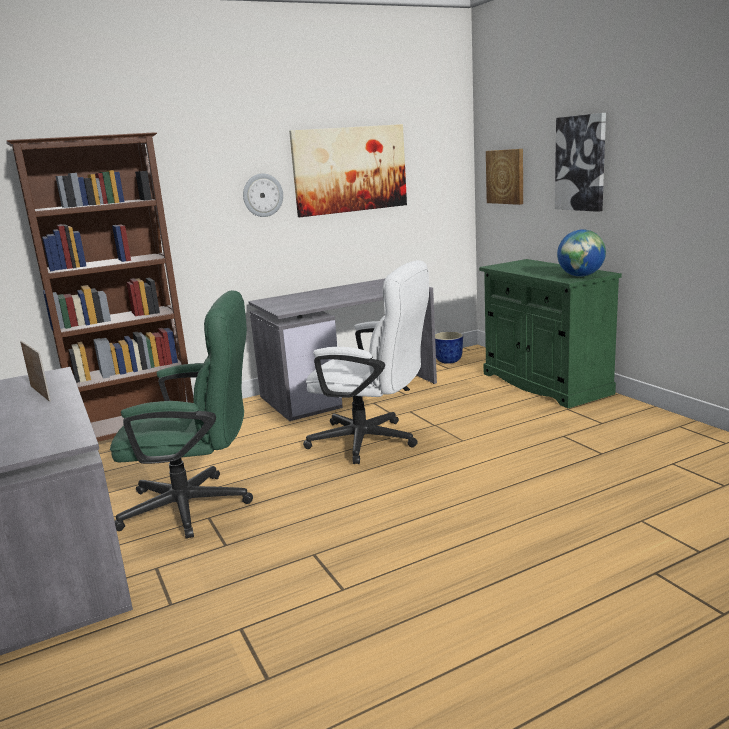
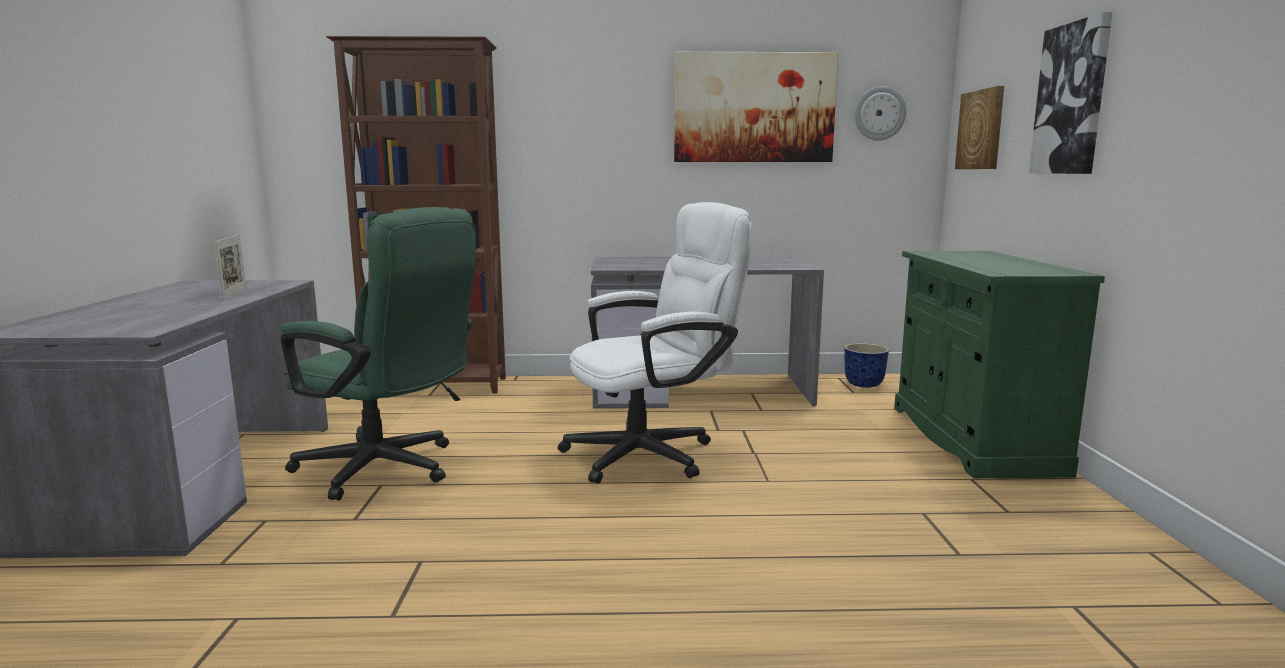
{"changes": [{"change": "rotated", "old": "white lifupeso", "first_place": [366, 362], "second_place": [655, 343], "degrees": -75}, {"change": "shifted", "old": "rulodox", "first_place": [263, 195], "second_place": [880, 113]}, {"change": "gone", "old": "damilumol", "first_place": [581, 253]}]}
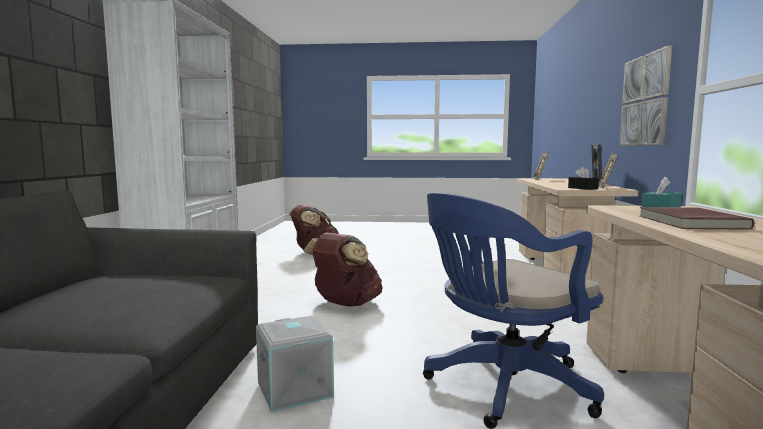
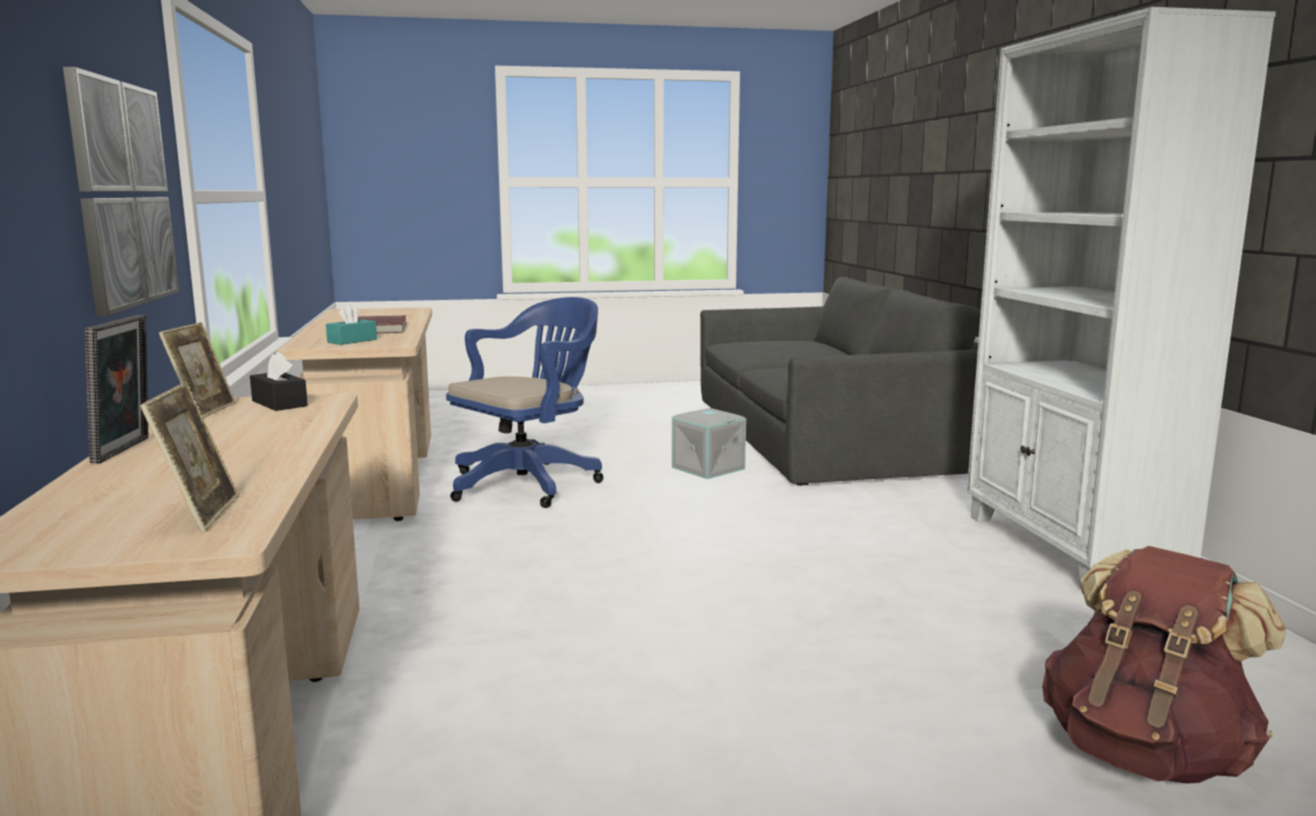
{"changes": [{"change": "gone", "old": "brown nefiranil", "first_place": [343, 269]}]}
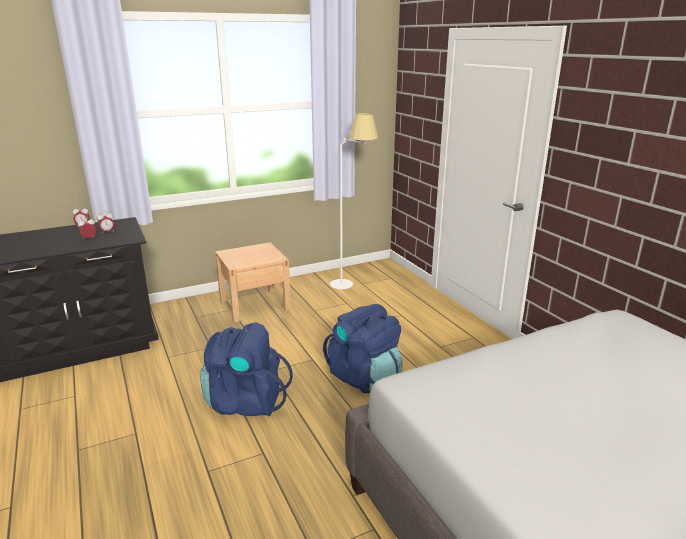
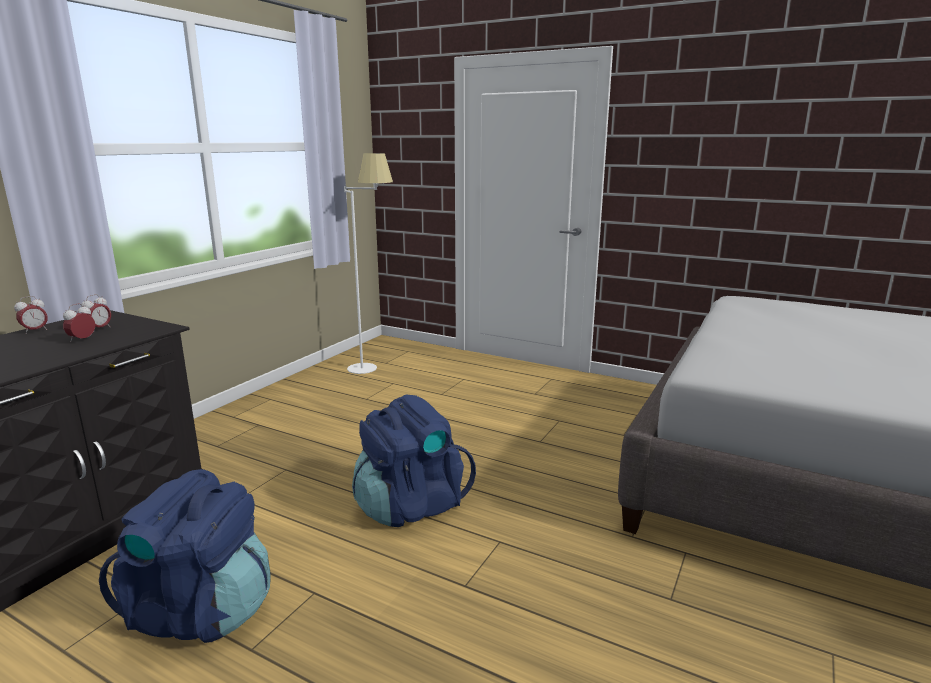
{"changes": [{"change": "shifted", "old": "blue nefiranil", "first_place": [362, 348], "second_place": [185, 556]}, {"change": "gone", "old": "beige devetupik", "first_place": [253, 282]}]}
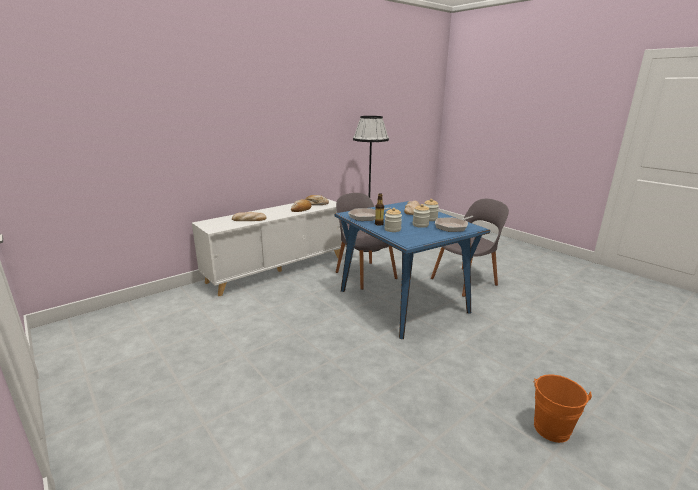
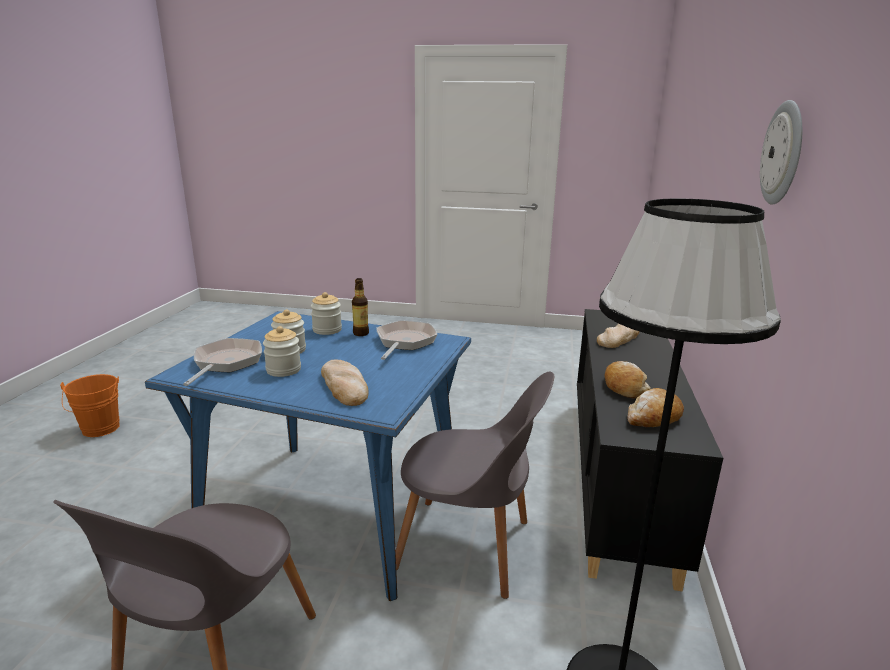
{"changes": [{"change": "repainted", "old": "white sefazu", "new": "black sefazu", "first_place": [268, 247], "second_place": [650, 450]}, {"change": "new", "new": "rulodox", "second_place": [781, 152]}]}
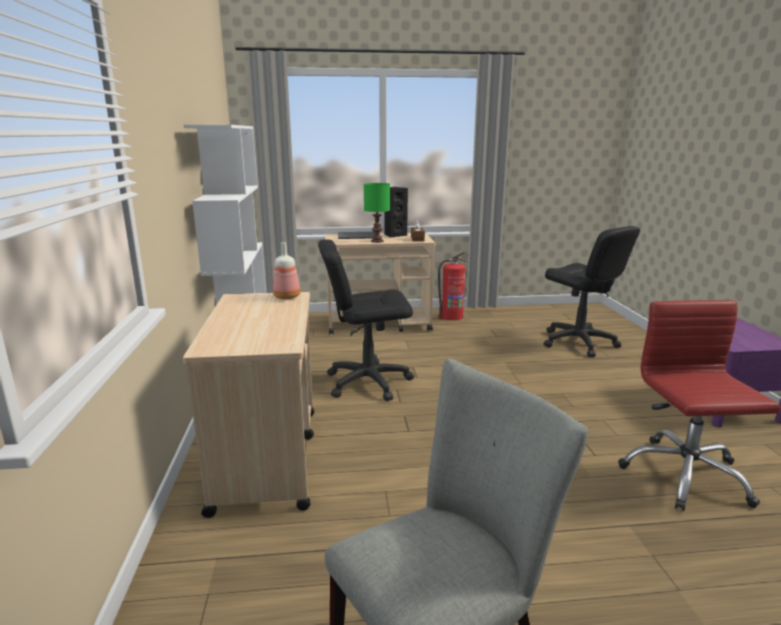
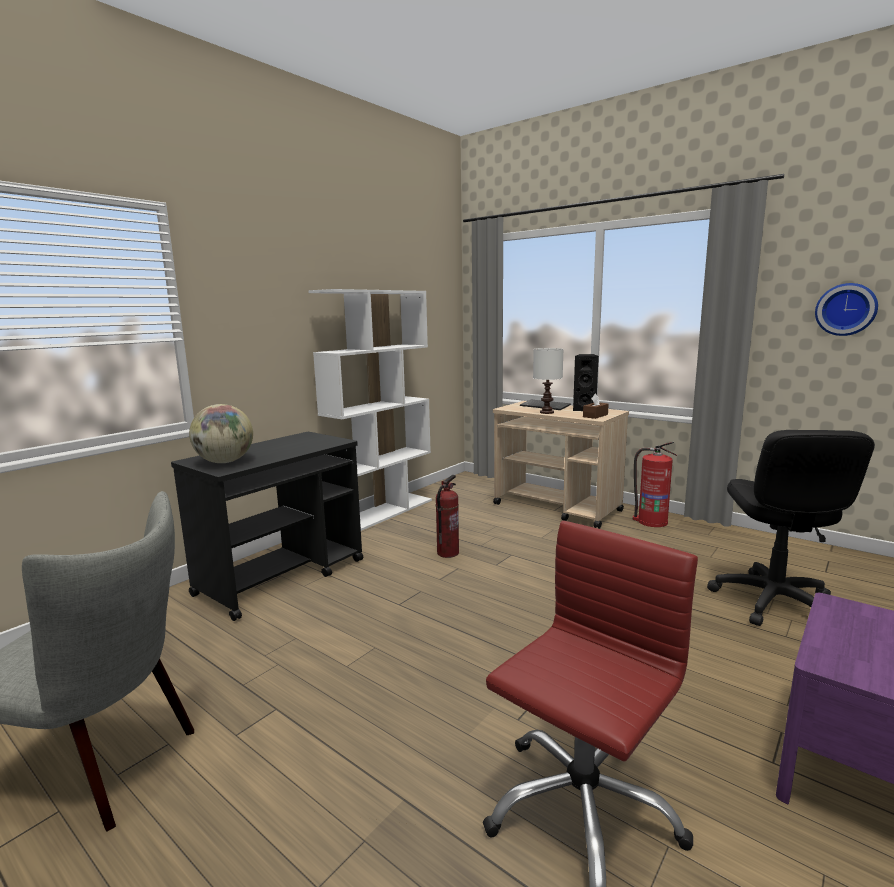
{"changes": [{"change": "repainted", "old": "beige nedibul", "new": "black nedibul", "first_place": [248, 405], "second_place": [267, 526]}, {"change": "new", "new": "damilumol", "second_place": [221, 433]}, {"change": "swapped", "old": "black lifupeso", "new": "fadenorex", "first_place": [366, 320], "second_place": [447, 516]}, {"change": "repainted", "old": "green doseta", "new": "white doseta", "first_place": [377, 213], "second_place": [548, 381]}, {"change": "new", "new": "rulodox", "second_place": [846, 309]}, {"change": "gone", "old": "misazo", "first_place": [286, 270]}]}
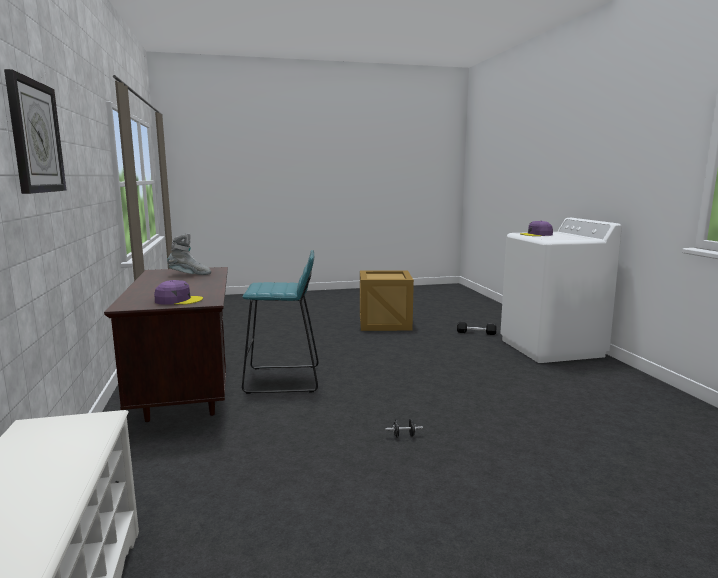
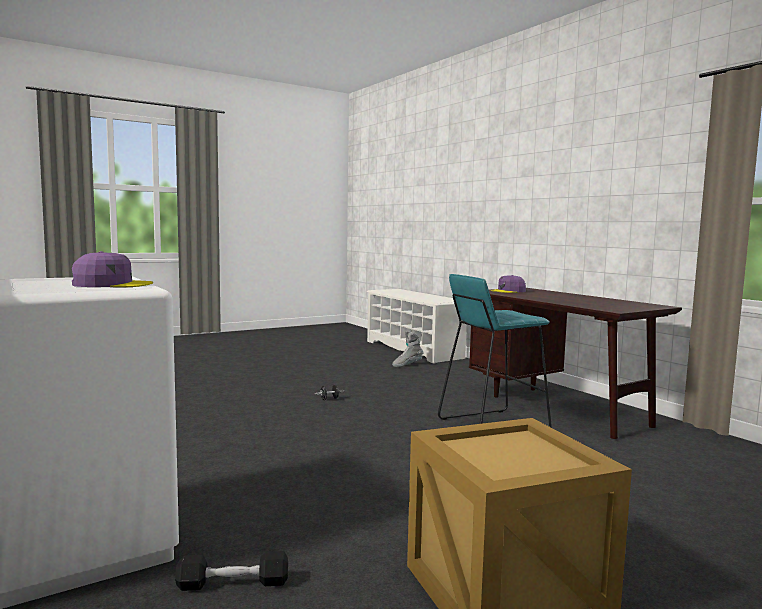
{"changes": [{"change": "shifted", "old": "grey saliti", "first_place": [189, 254], "second_place": [407, 349]}, {"change": "gone", "old": "rulodox", "first_place": [35, 131]}]}
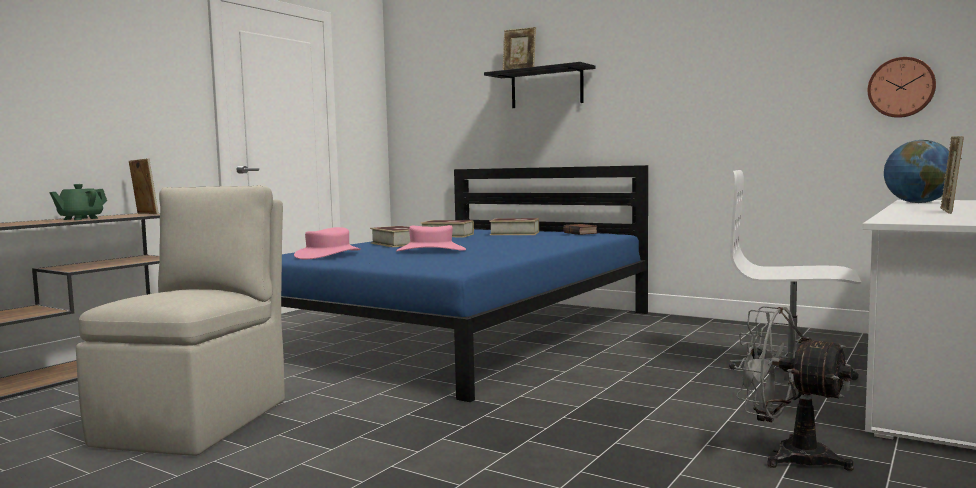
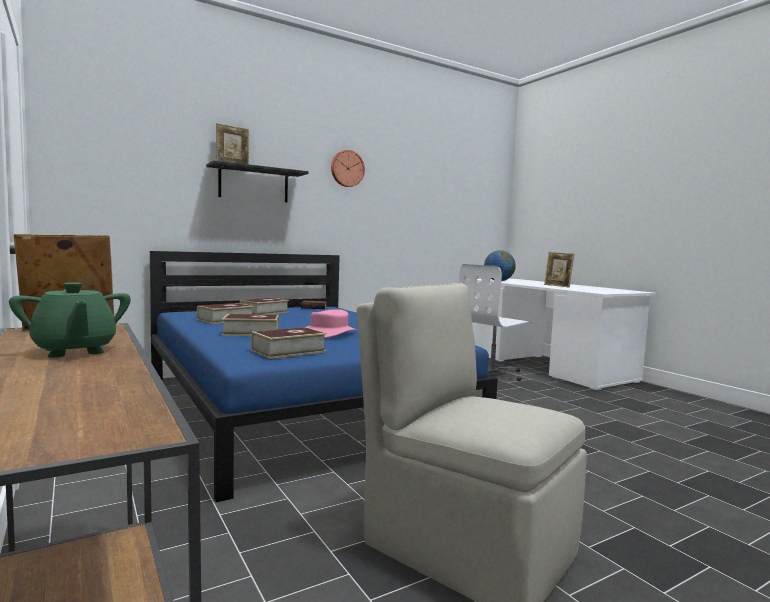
{"changes": [{"change": "swapped", "old": "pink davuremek", "new": "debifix", "first_place": [327, 243], "second_place": [289, 343]}, {"change": "shifted", "old": "rulodox", "first_place": [902, 87], "second_place": [348, 168]}, {"change": "gone", "old": "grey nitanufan", "first_place": [794, 388]}]}
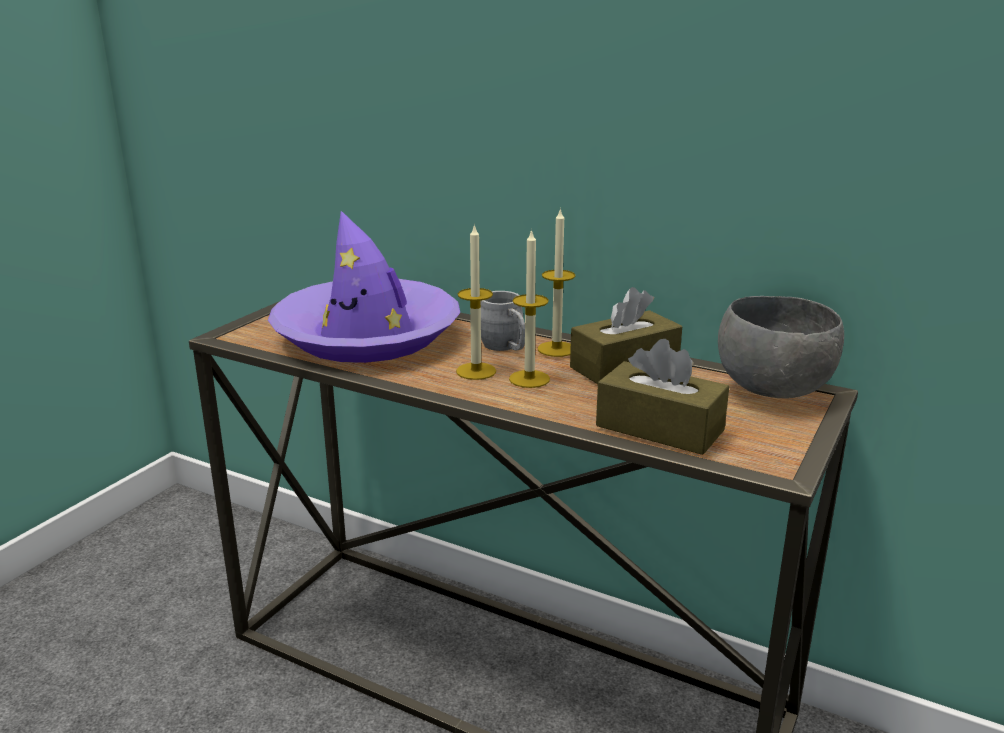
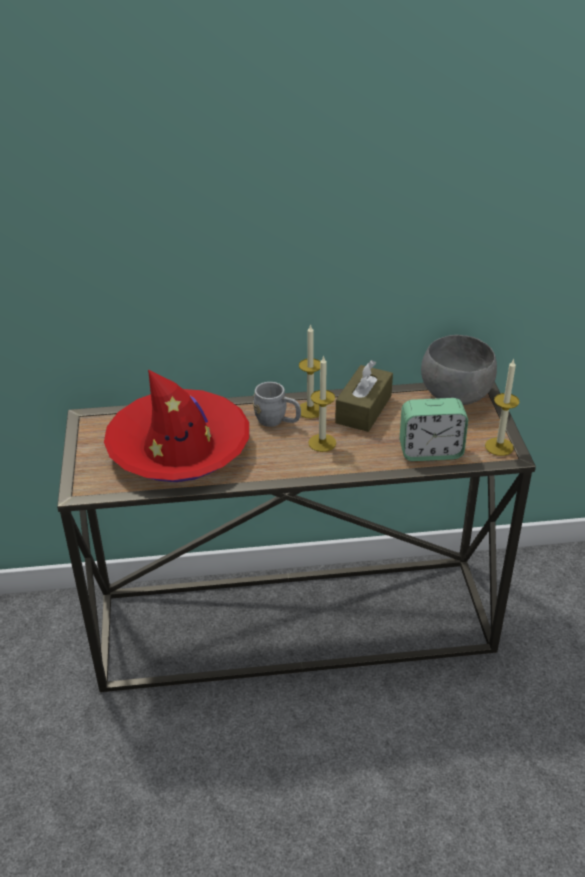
{"changes": [{"change": "repainted", "old": "purple davuremek", "new": "red davuremek", "first_place": [364, 287], "second_place": [176, 426]}, {"change": "swapped", "old": "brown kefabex", "new": "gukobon", "first_place": [662, 397], "second_place": [434, 429]}, {"change": "shifted", "old": "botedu", "first_place": [476, 301], "second_place": [502, 407]}]}
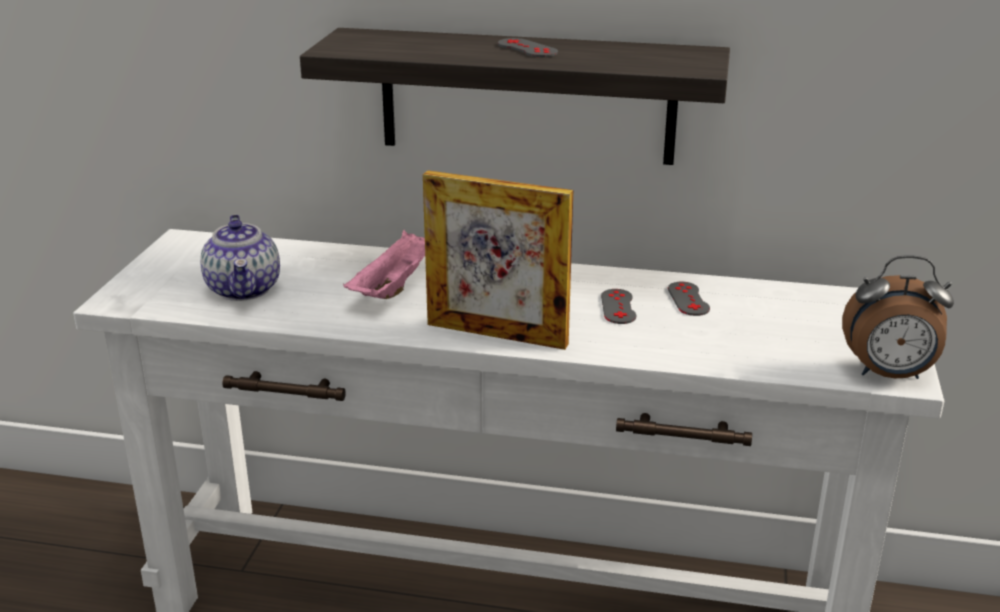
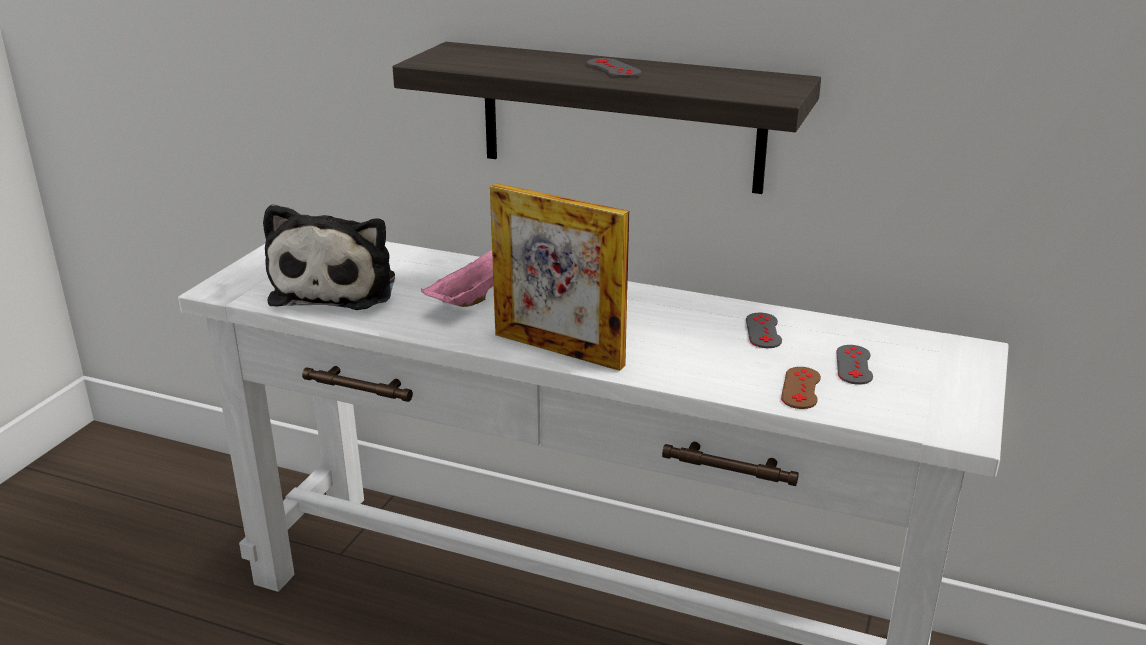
{"changes": [{"change": "swapped", "old": "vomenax", "new": "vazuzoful", "first_place": [240, 258], "second_place": [329, 257]}, {"change": "new", "new": "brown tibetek", "second_place": [801, 388]}, {"change": "shifted", "old": "grey tibetek", "first_place": [618, 306], "second_place": [854, 365]}, {"change": "gone", "old": "gukobon", "first_place": [898, 317]}]}
